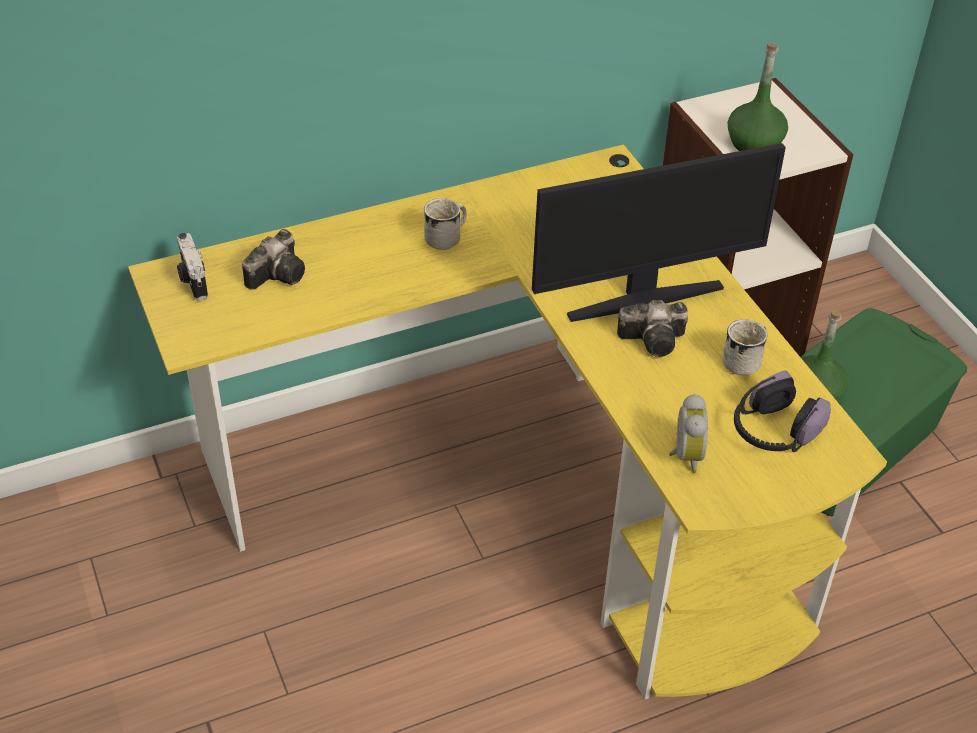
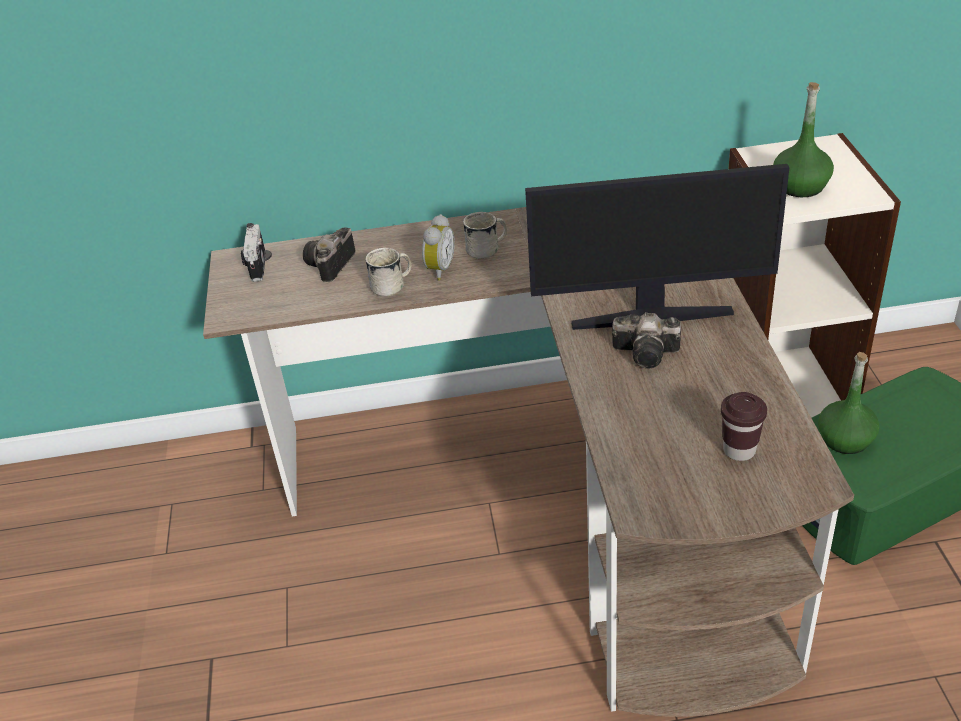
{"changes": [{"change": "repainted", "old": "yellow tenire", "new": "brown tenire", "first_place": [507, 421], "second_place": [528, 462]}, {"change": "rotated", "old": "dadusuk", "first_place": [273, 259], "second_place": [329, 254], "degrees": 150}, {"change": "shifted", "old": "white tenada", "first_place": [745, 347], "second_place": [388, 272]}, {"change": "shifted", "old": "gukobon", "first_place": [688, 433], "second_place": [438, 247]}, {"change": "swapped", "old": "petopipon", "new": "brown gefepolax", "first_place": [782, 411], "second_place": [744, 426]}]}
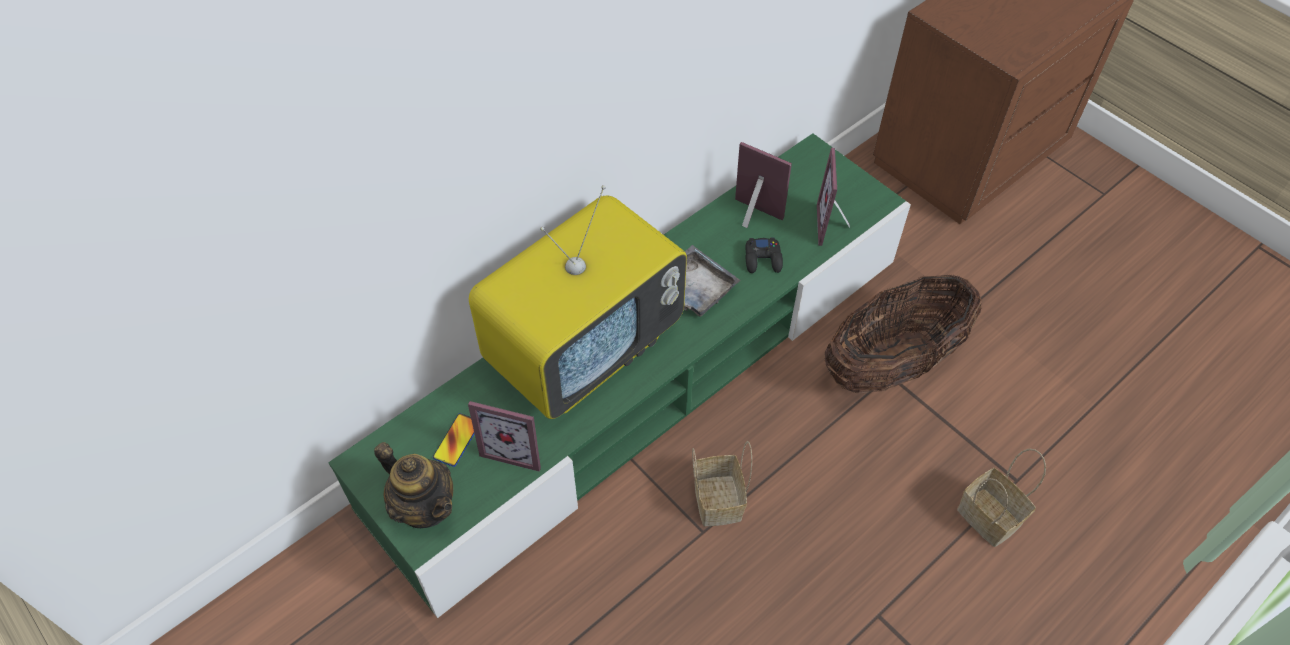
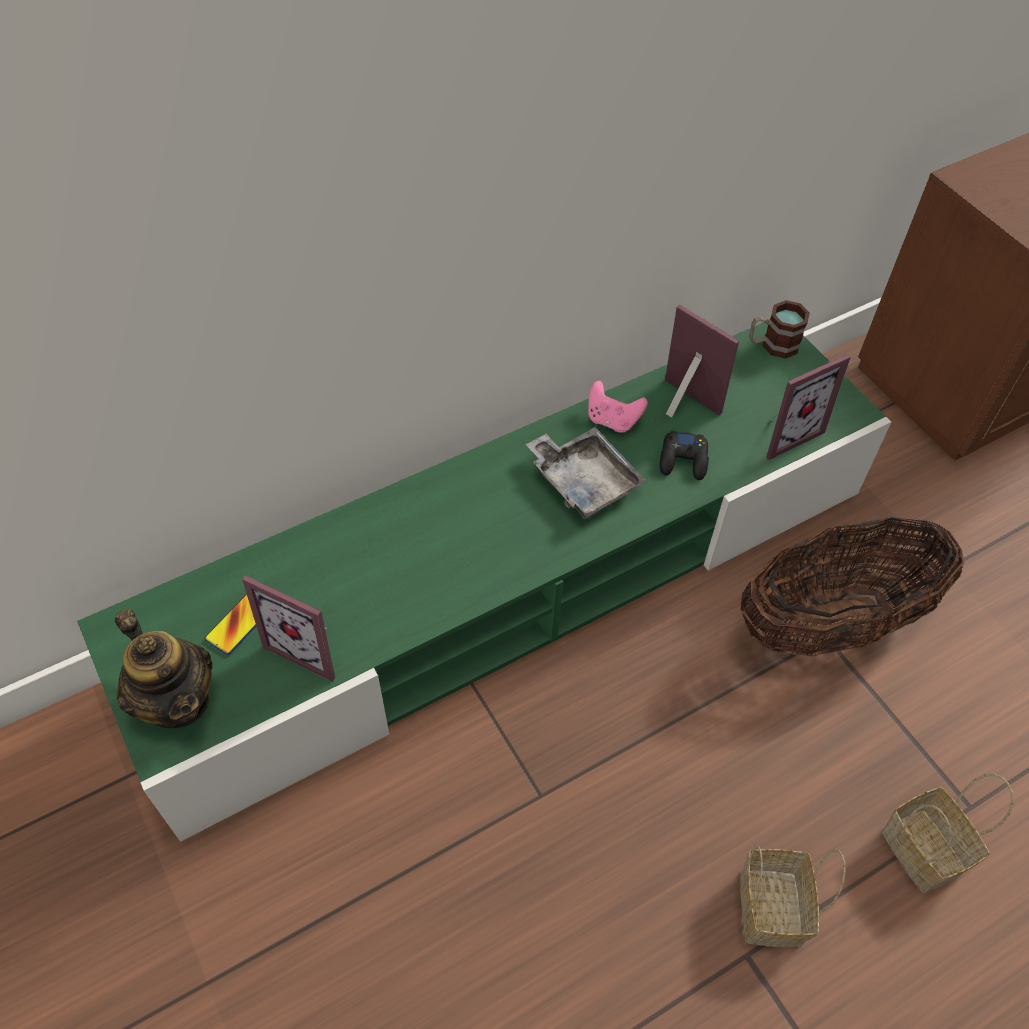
{"changes": [{"change": "new", "new": "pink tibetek", "second_place": [618, 406]}, {"change": "shifted", "old": "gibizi", "first_place": [722, 483], "second_place": [792, 896]}, {"change": "new", "new": "tenada", "second_place": [779, 329]}, {"change": "rotated", "old": "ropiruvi", "first_place": [833, 197], "second_place": [808, 407], "degrees": -135}, {"change": "gone", "old": "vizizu", "first_place": [578, 302]}]}
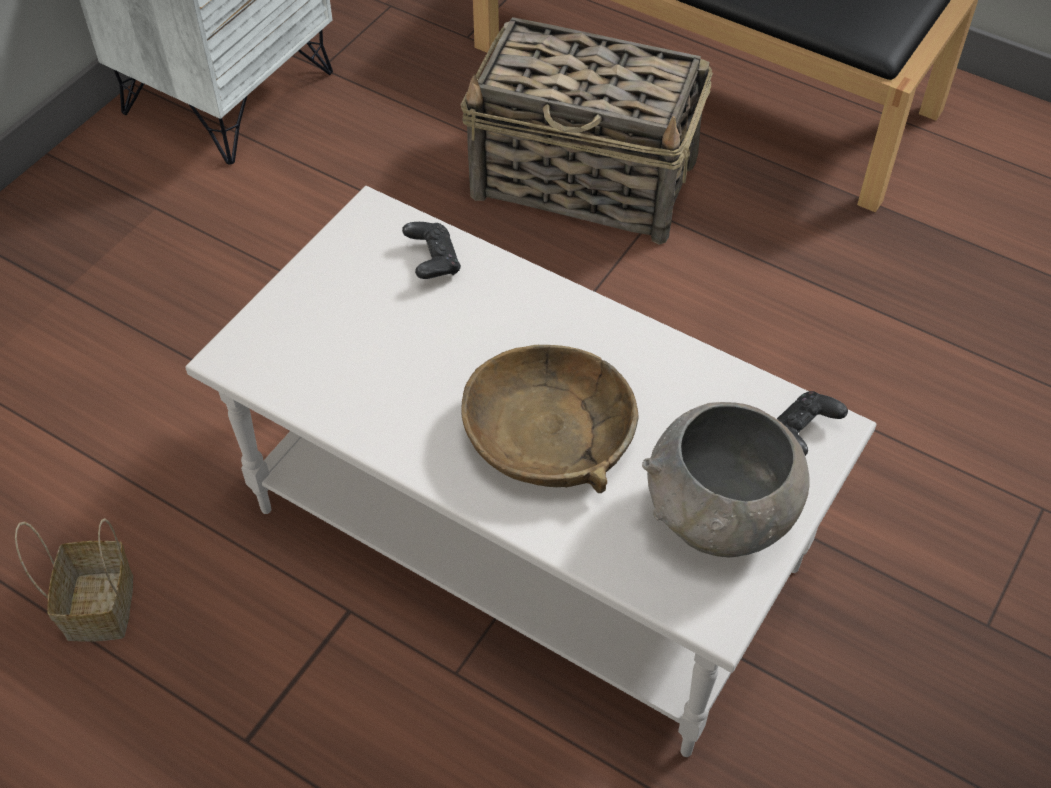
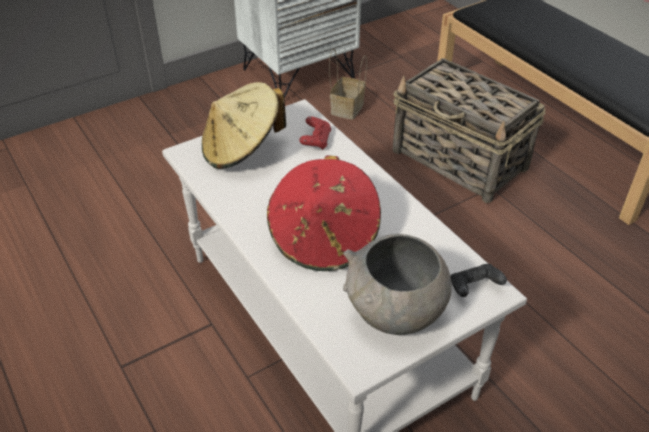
{"changes": [{"change": "new", "new": "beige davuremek", "second_place": [244, 125]}, {"change": "swapped", "old": "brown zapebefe", "new": "red davuremek", "first_place": [549, 419], "second_place": [324, 213]}, {"change": "repainted", "old": "black tibetek", "new": "red tibetek", "first_place": [431, 250], "second_place": [315, 133]}, {"change": "shifted", "old": "gibizi", "first_place": [74, 580], "second_place": [348, 84]}]}
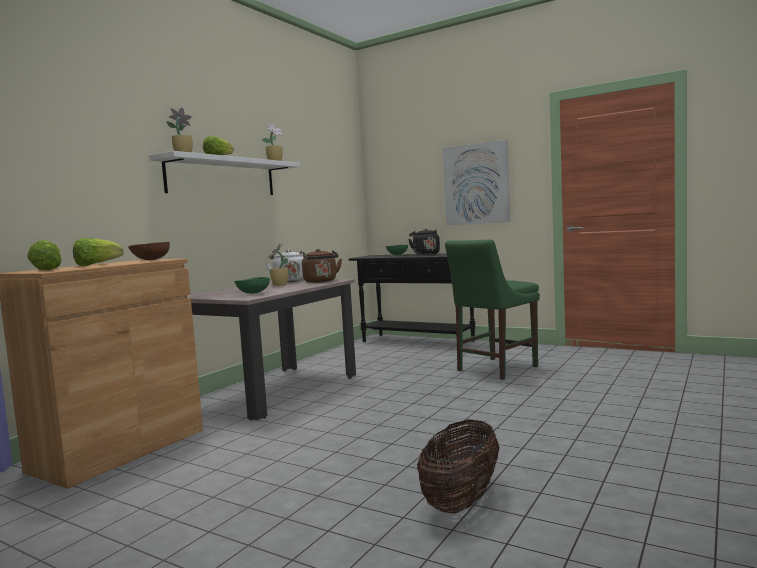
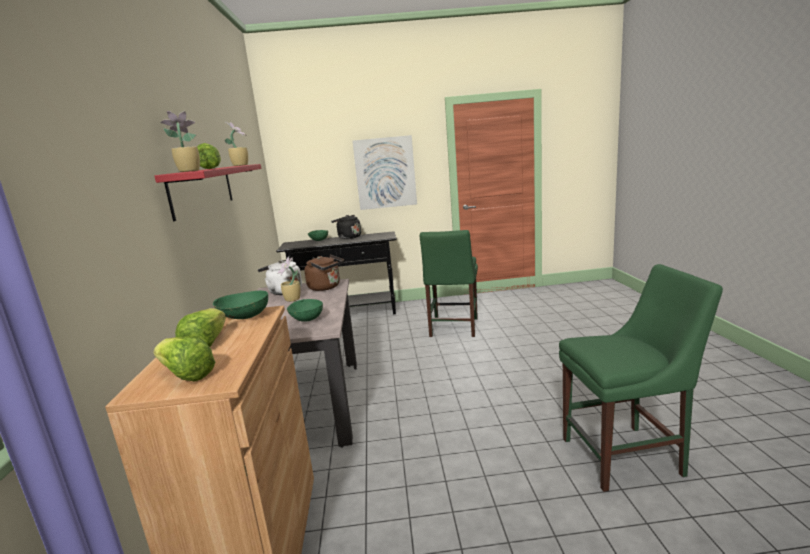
{"changes": [{"change": "repainted", "old": "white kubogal", "new": "red kubogal", "first_place": [224, 173], "second_place": [208, 192]}, {"change": "repainted", "old": "brown zapebefe", "new": "green zapebefe", "first_place": [149, 251], "second_place": [240, 305]}, {"change": "swapped", "old": "gibizi", "new": "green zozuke", "first_place": [458, 466], "second_place": [641, 378]}]}
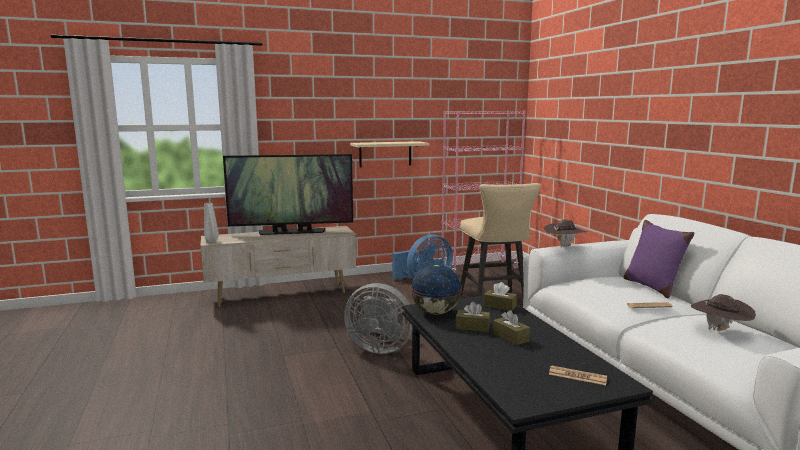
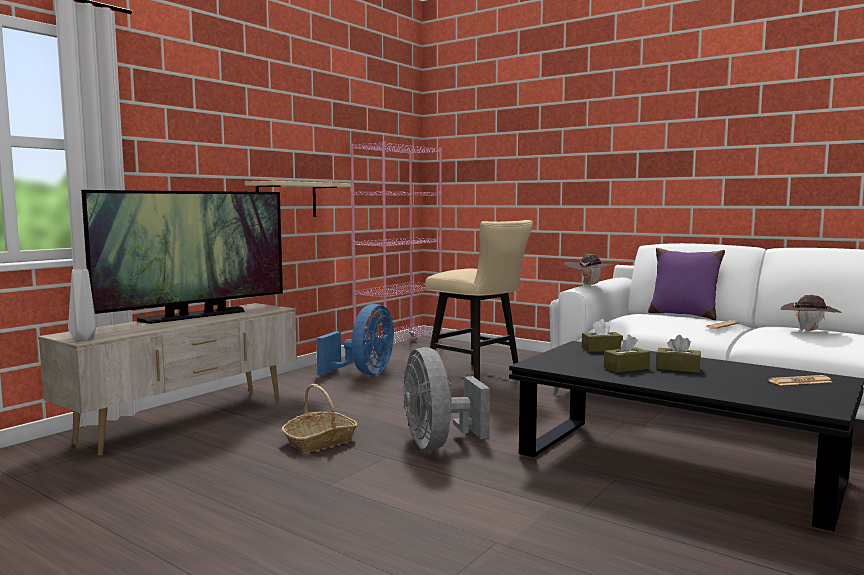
{"changes": [{"change": "new", "new": "gibizi", "second_place": [319, 418]}, {"change": "rotated", "old": "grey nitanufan", "first_place": [378, 318], "second_place": [446, 398], "degrees": 90}, {"change": "gone", "old": "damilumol", "first_place": [436, 289]}]}
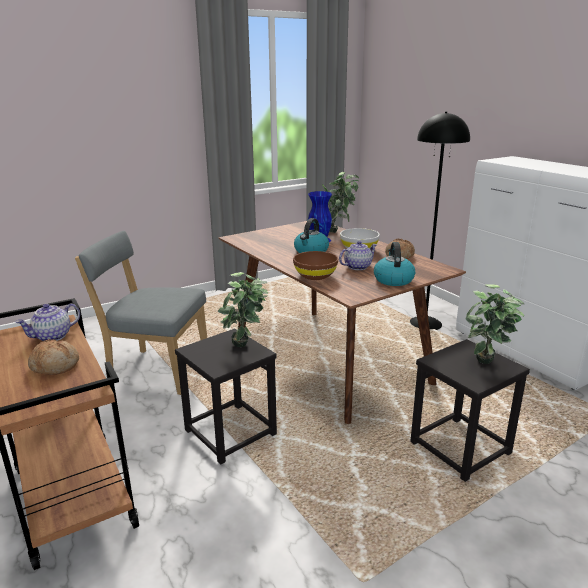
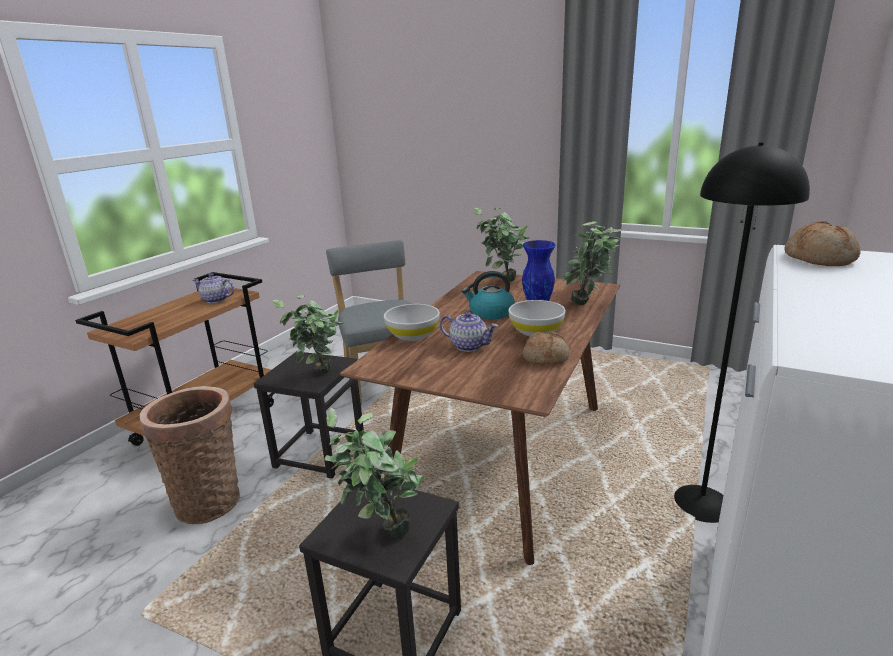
{"changes": [{"change": "new", "new": "gibizi", "second_place": [190, 455]}, {"change": "repainted", "old": "brown zapebefe", "new": "white zapebefe", "first_place": [315, 265], "second_place": [412, 322]}, {"change": "new", "new": "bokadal", "second_place": [501, 245]}, {"change": "shifted", "old": "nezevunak", "first_place": [53, 357], "second_place": [823, 243]}, {"change": "gone", "old": "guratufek", "first_place": [394, 264]}]}
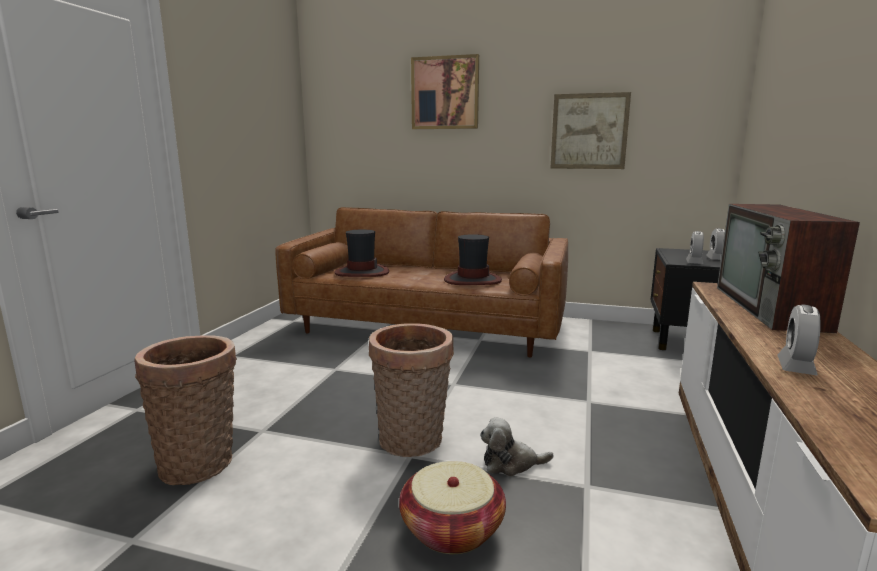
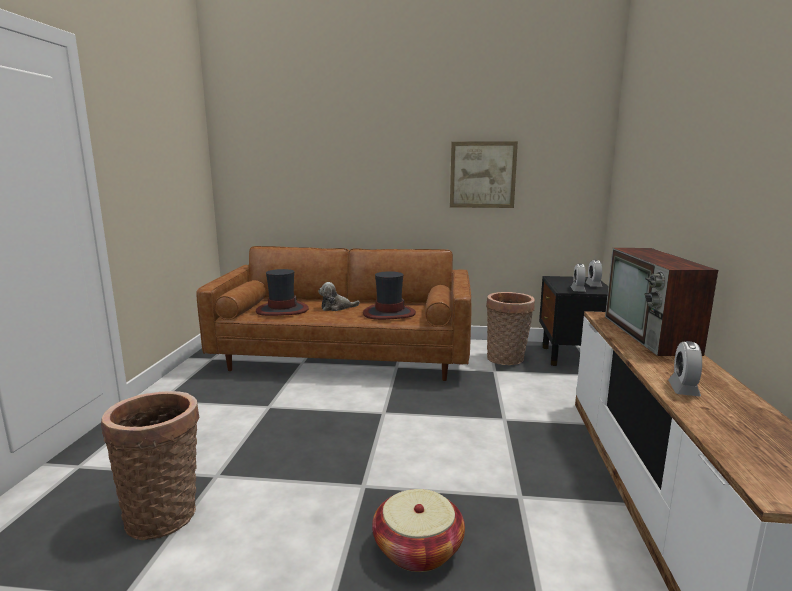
{"changes": [{"change": "shifted", "old": "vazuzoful", "first_place": [517, 447], "second_place": [339, 296]}, {"change": "shifted", "old": "gibizi", "first_place": [411, 390], "second_place": [510, 328]}, {"change": "gone", "old": "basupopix", "first_place": [445, 91]}]}
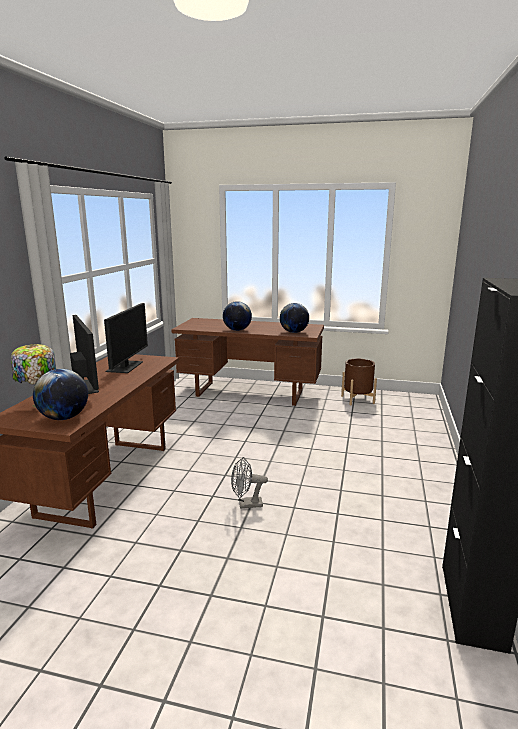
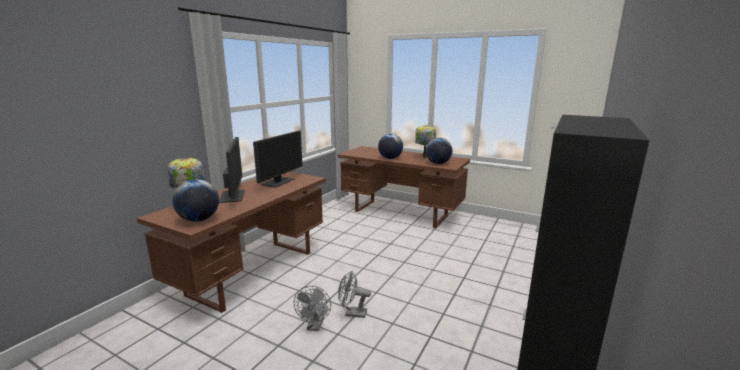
{"changes": [{"change": "new", "new": "grey nitanufan", "second_place": [312, 308]}, {"change": "new", "new": "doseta", "second_place": [425, 142]}, {"change": "gone", "old": "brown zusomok", "first_place": [359, 382]}]}
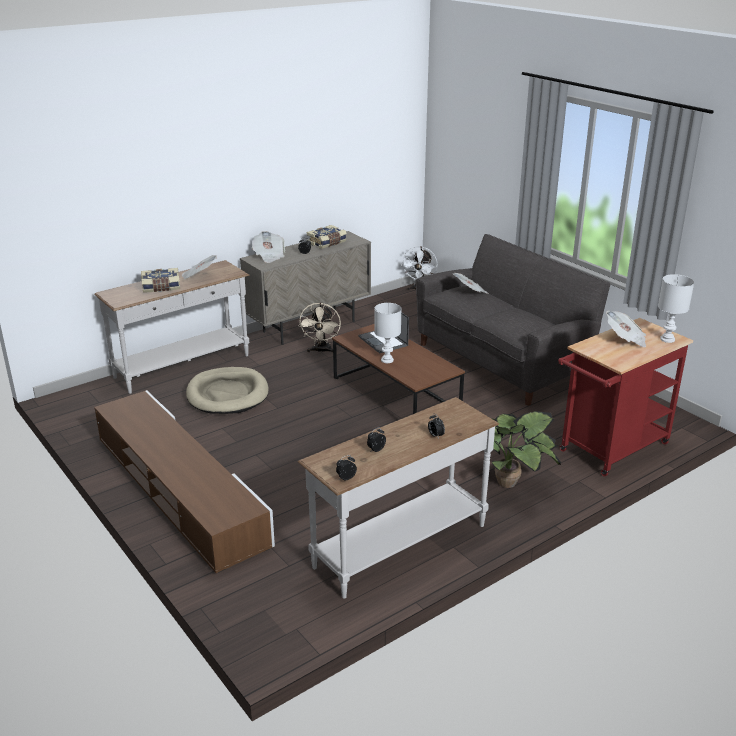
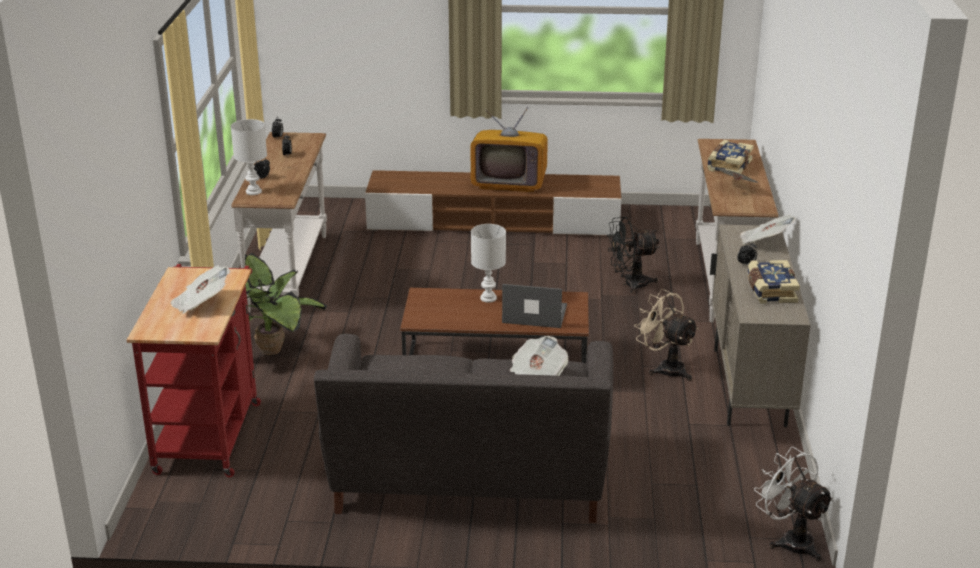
{"changes": [{"change": "shifted", "old": "white doseta", "first_place": [676, 308], "second_place": [249, 157]}, {"change": "new", "new": "vizizu", "second_place": [509, 149]}, {"change": "swapped", "old": "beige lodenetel", "new": "black nitanufan", "first_place": [227, 390], "second_place": [633, 255]}]}
